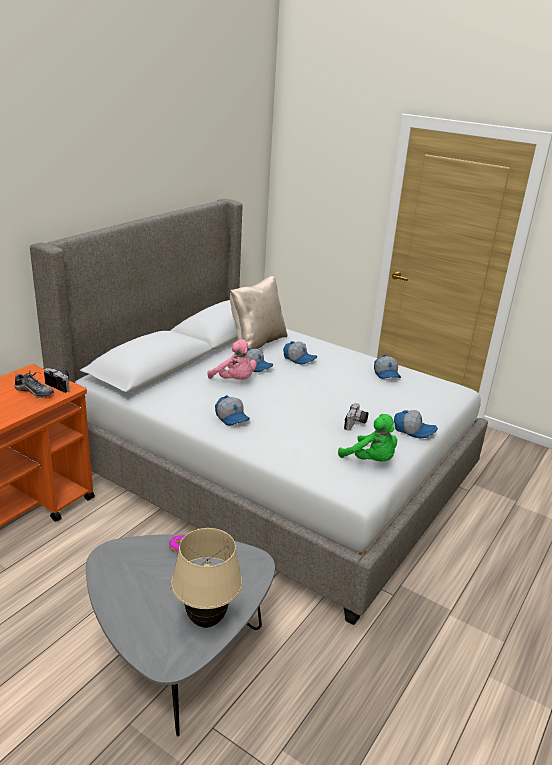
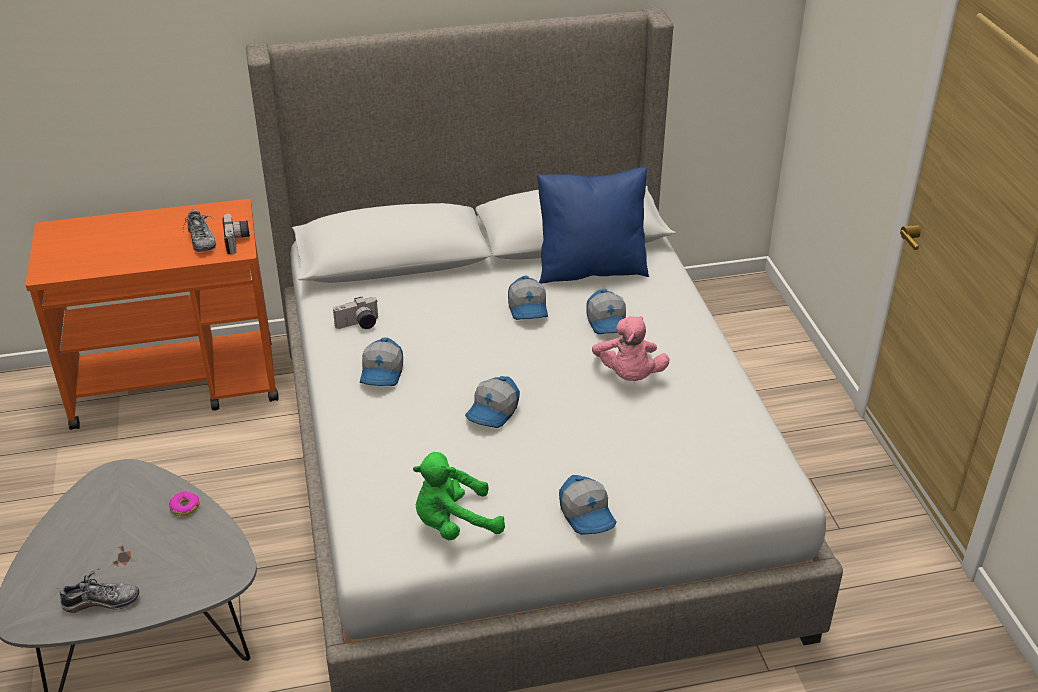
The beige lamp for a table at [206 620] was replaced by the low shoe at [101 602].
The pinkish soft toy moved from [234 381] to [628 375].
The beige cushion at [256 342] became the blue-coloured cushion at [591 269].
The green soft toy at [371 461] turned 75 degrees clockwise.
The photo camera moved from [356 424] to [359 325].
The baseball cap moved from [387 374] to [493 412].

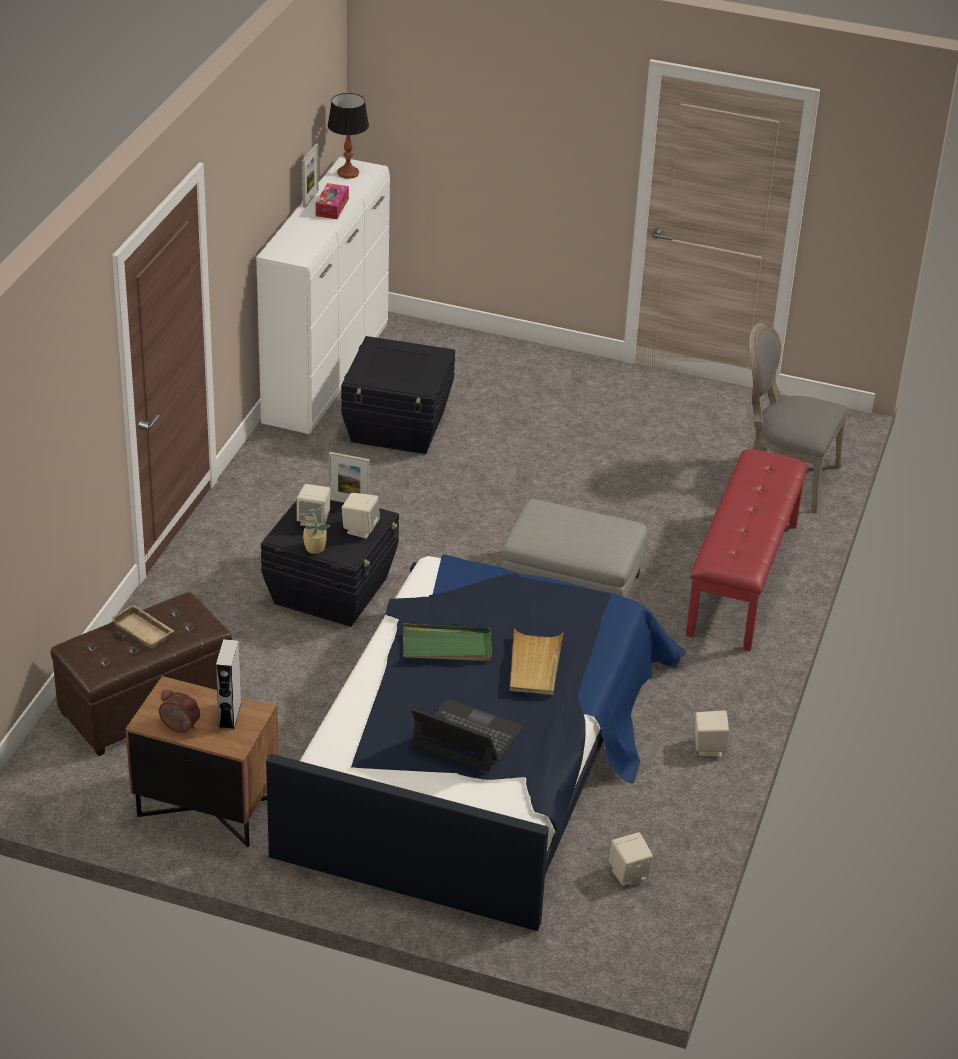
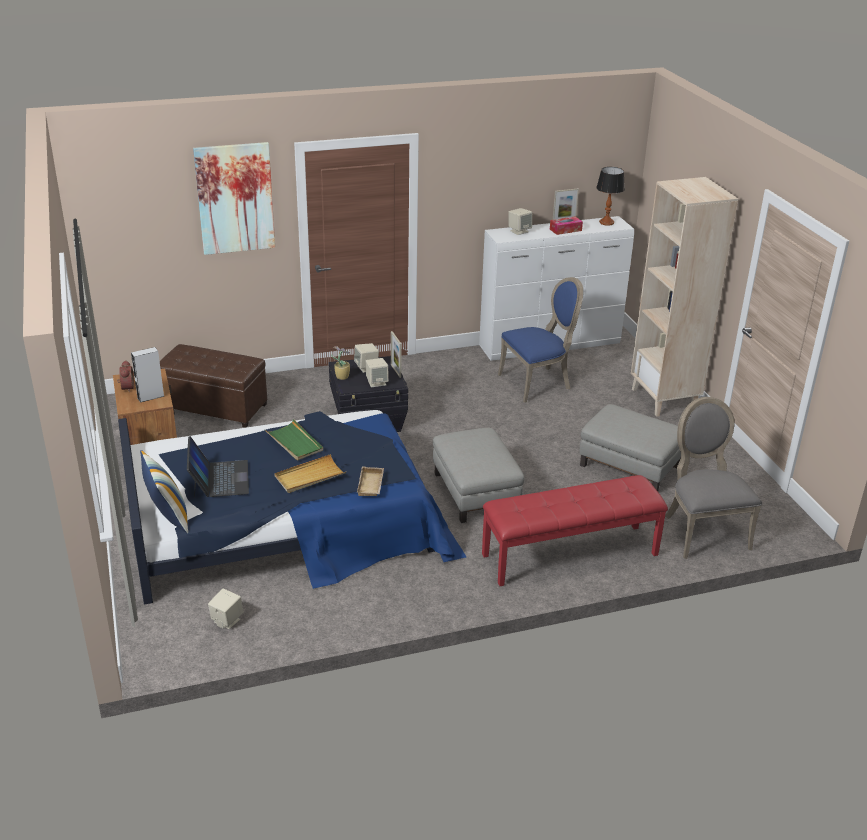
The beige carrying tray moved from [144 630] to [371 485].
The black-coloured storage container at [398 427] was replaced by the blue-coloured upright chair at [538 382].
The beige speaker moved from [709 747] to [519 231].
The cushion at [168 517] appeared.
The wall picture at [235 198] appeared.
The gray footrest at [629 466] appeared.
The beige bookshelf at [664 399] appeared.

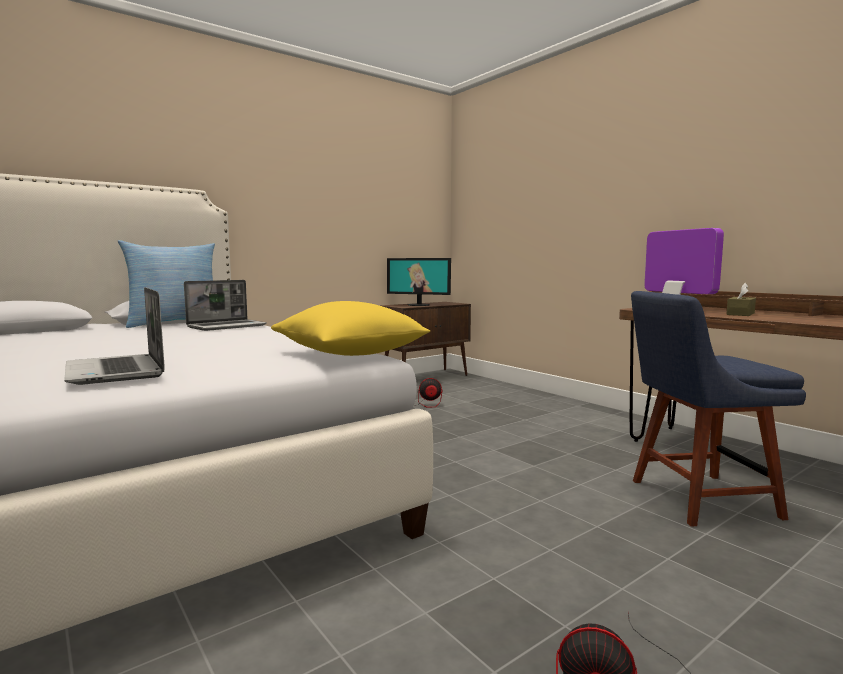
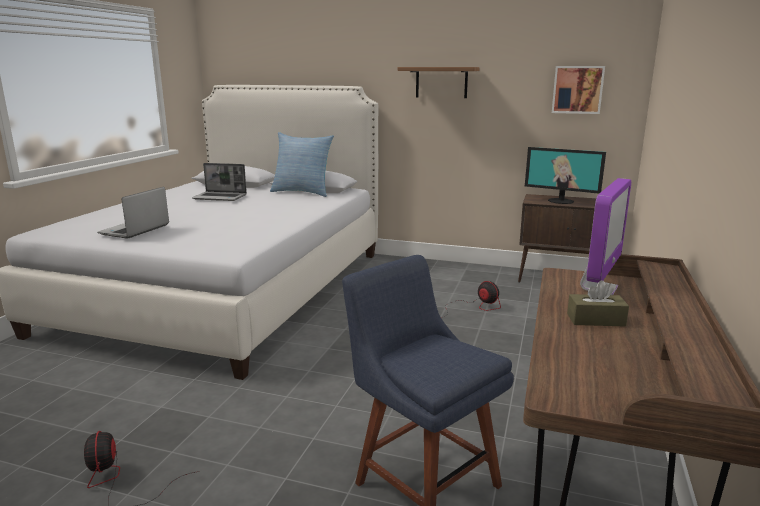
The notebook computer moved from [227 326] to [220 197].
The yellow-coloured cushion at [350 354] disappeared.
The monitor at [419 305] turned 45 degrees counterclockwise.
The bracket shelf at [441 82] appeared.
The wall picture at [577 89] appeared.

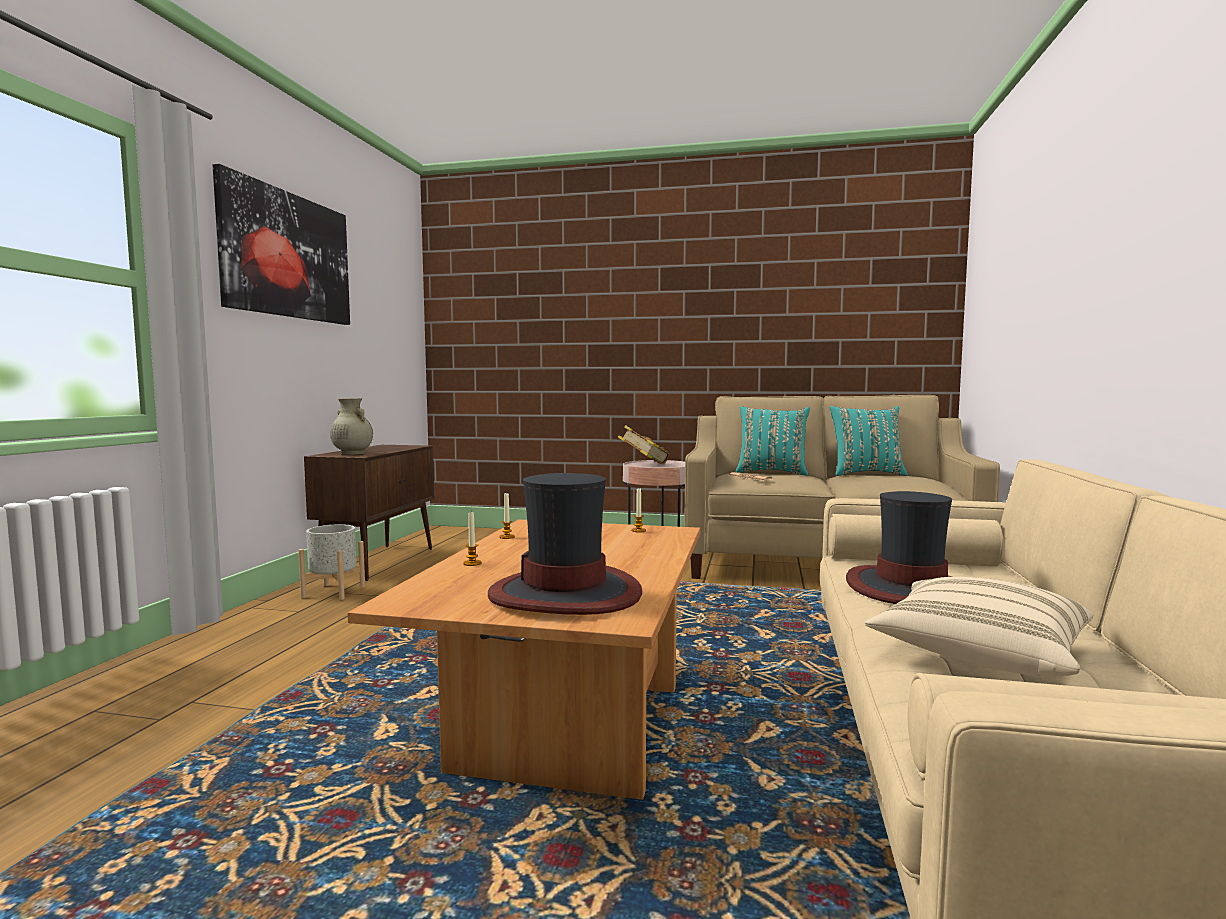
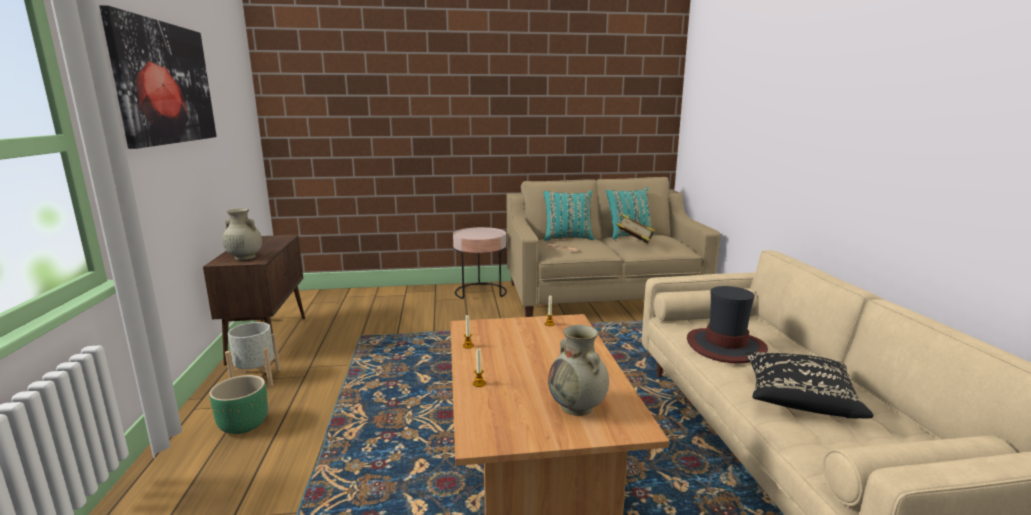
The wearable hat at [566 593] was replaced by the beige flower vase at [578 407].
The book moved from [643 464] to [634 244].
The beige cushion at [979 655] became the black-coloured cushion at [798 399].
The green planter at [243 425] appeared.

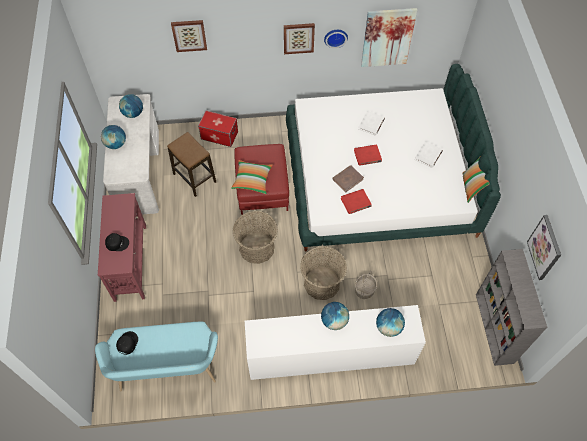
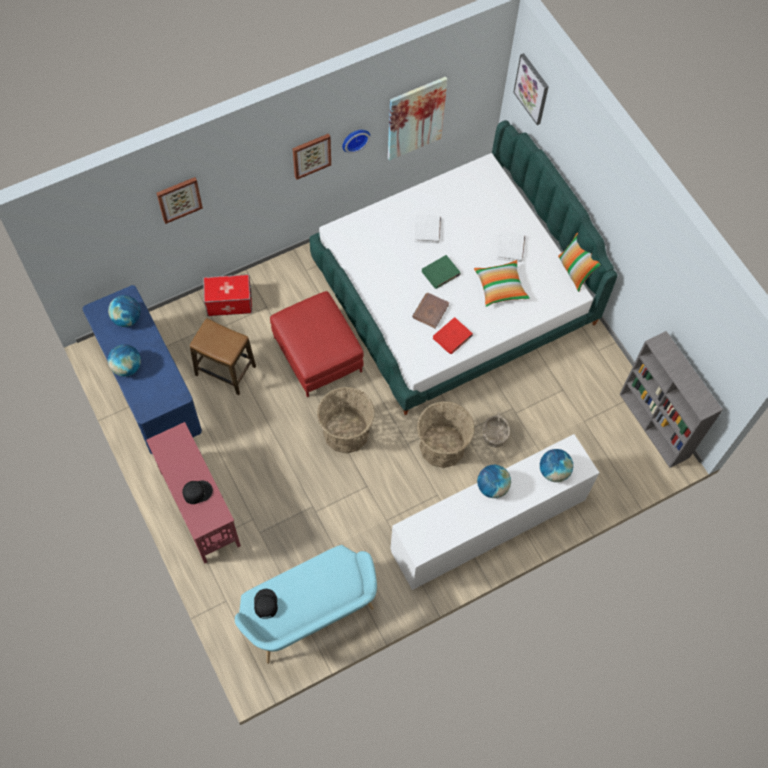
The whitish desk at [139 171] became the blue-coloured desk at [148 387].
The cushion moved from [252 180] to [500 287].
The red book at [367 156] became the green book at [441 273].
The wall picture moved from [544 247] to [532 88].

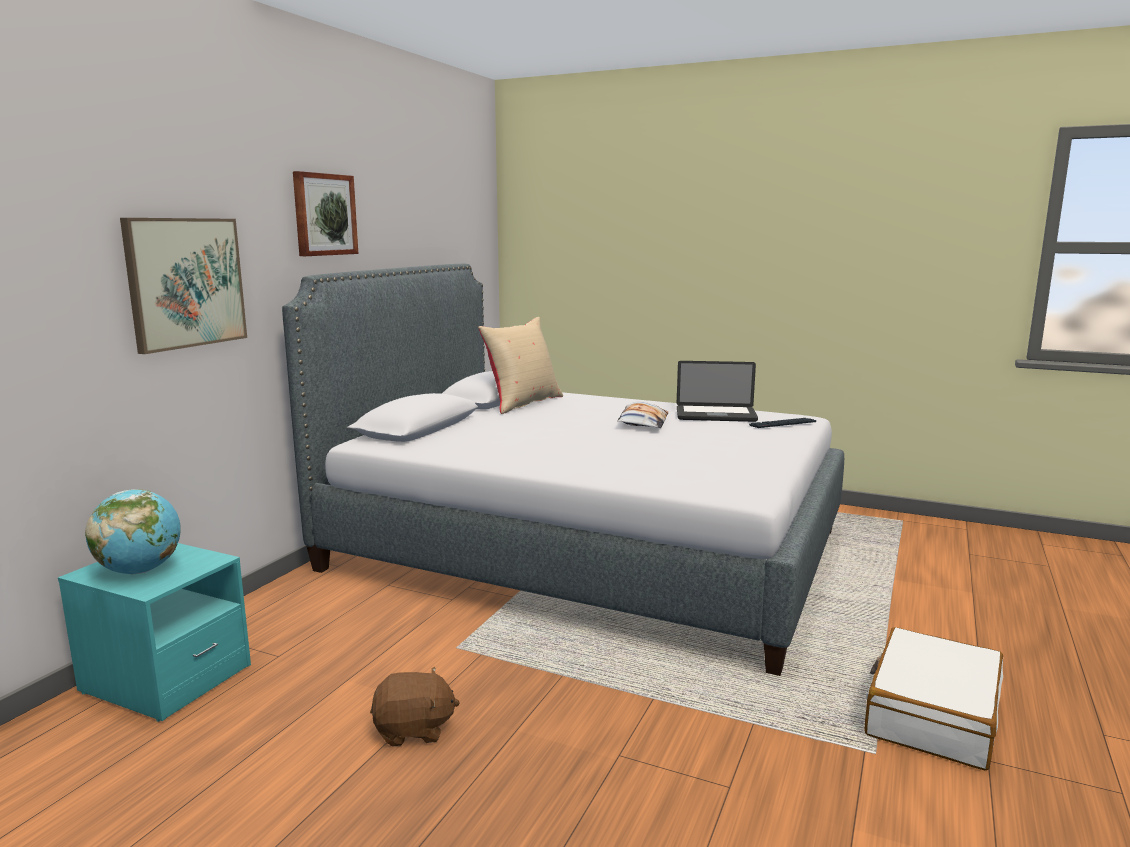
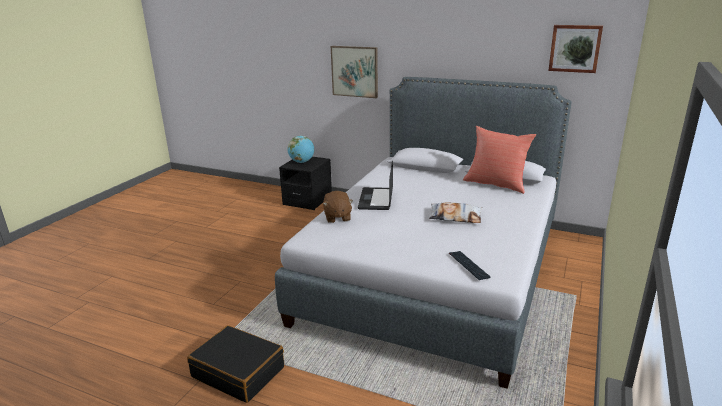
The turquoise bedside table at [166 679] became the black-coloured bedside table at [307 200].
The wall picture moved from [324 214] to [575 48].
The brownish soft toy moved from [414 730] to [337 217].
The beige cushion at [523 403] became the red cushion at [496 184].
The notebook computer moved from [715 415] to [376 199].
The whitish travel case at [931 714] became the black-coloured travel case at [239 372].

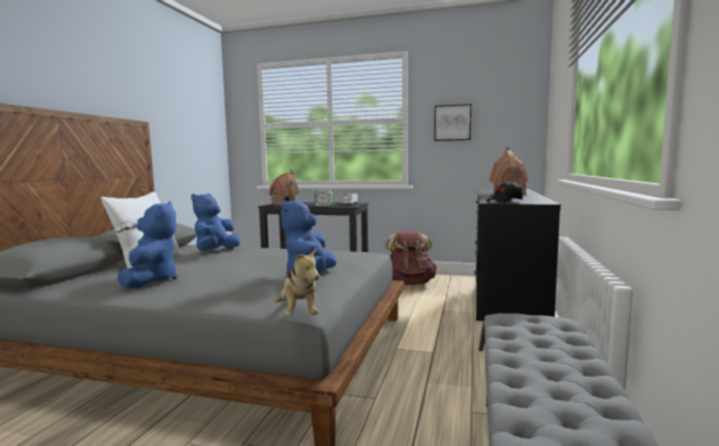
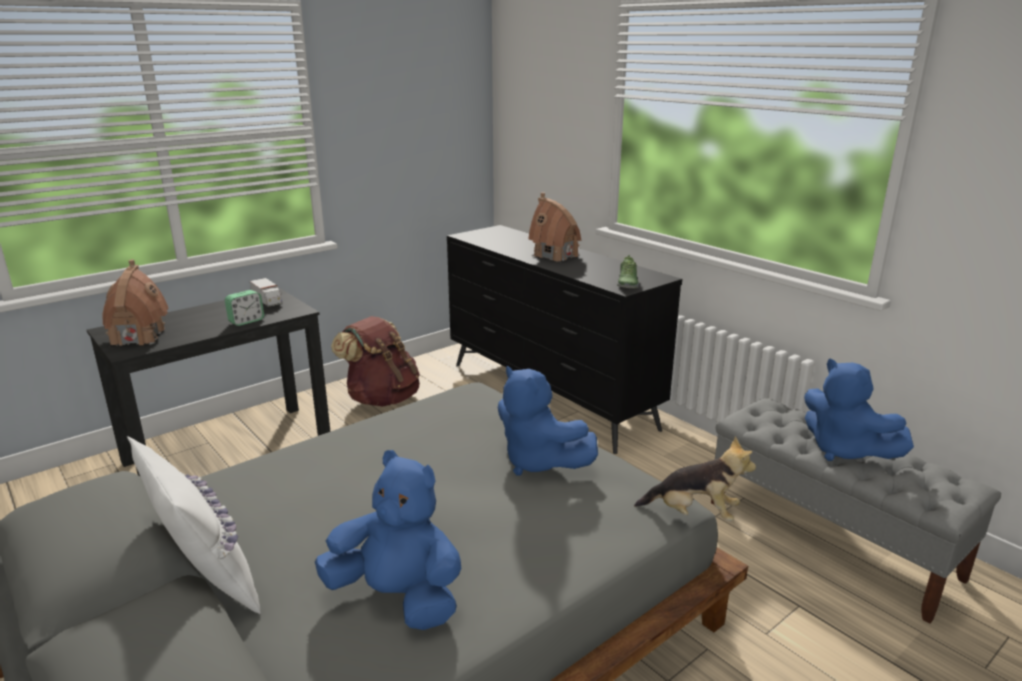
The blue-coloured soft toy moved from [215 251] to [843 450].
The wall picture at [452 123] disappeared.
The black-coloured baseball cap at [505 201] was replaced by the low shoe at [627 283].

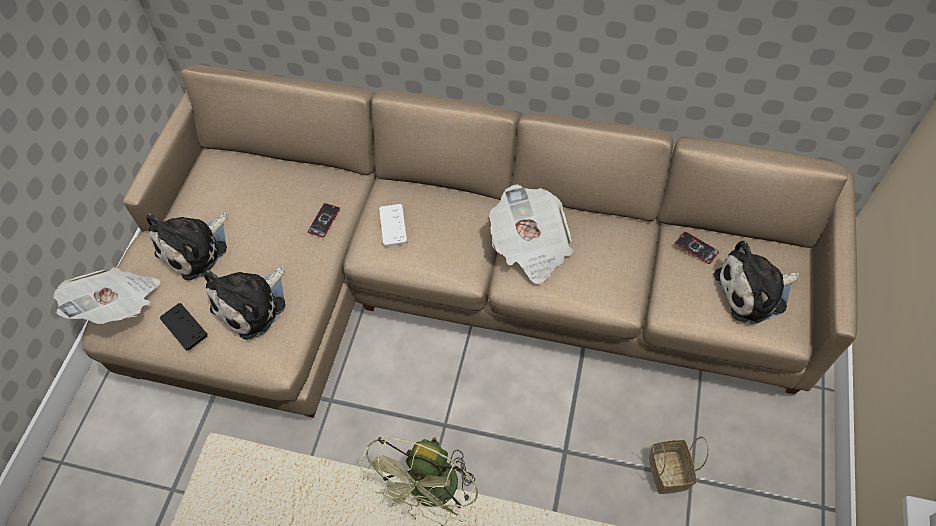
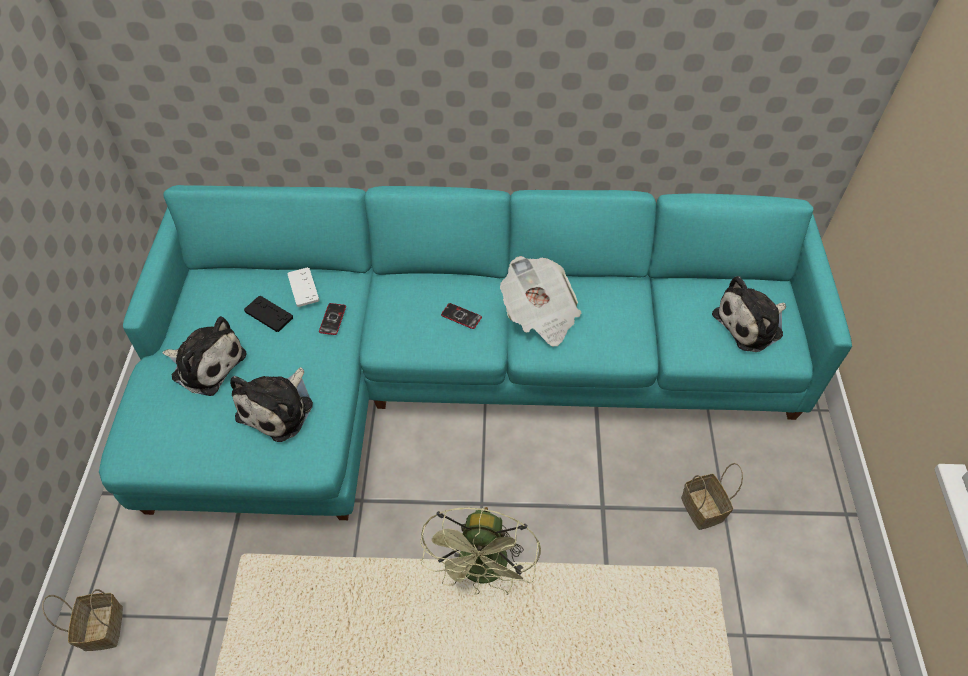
The printed paper at [119 305] disappeared.
The beige couch at [443 282] became the turquoise couch at [448 371].
The soft toy at [196 248] turned 90 degrees counterclockwise.
The black-coloured game controller moved from [184 327] to [269 314].
The whitish game controller moved from [393 225] to [303 287].
The phone moved from [696 248] to [461 316].
The basket at [102 626] appeared.

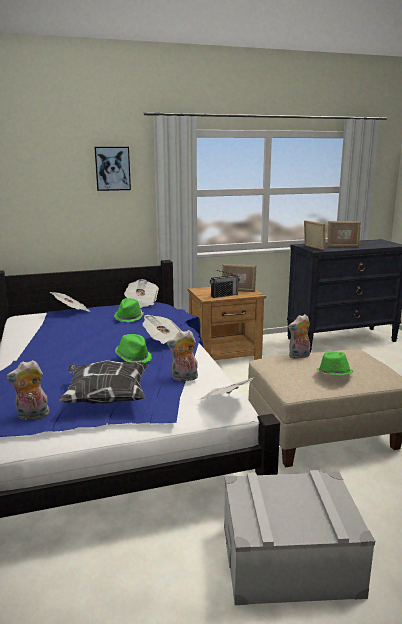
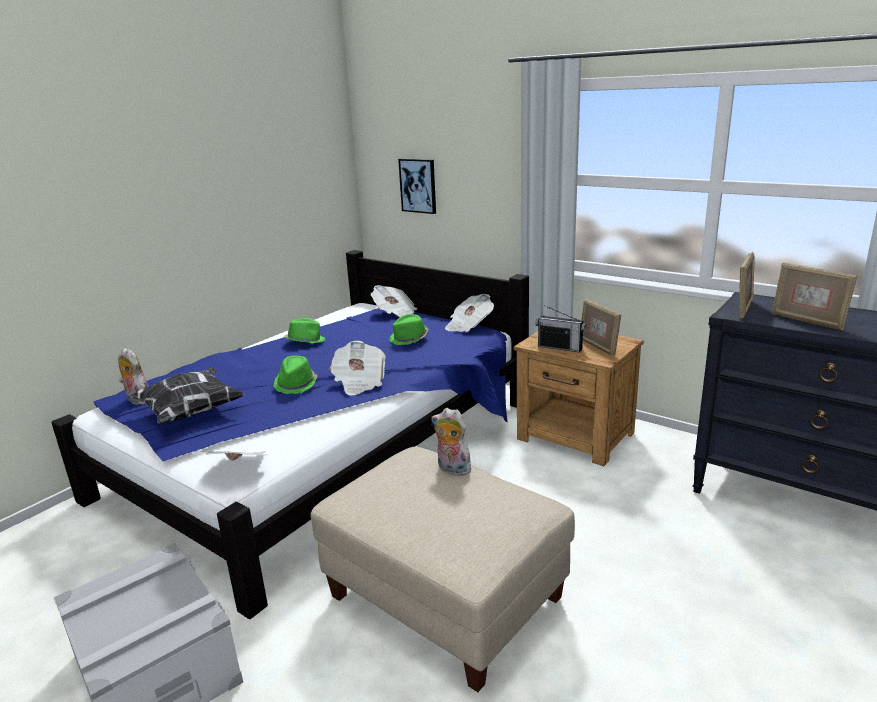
The wall picture moved from [112 168] to [418 185].
The soft toy at [184 378] disappeared.
The green wearable hat moved from [334 374] to [305 341].

